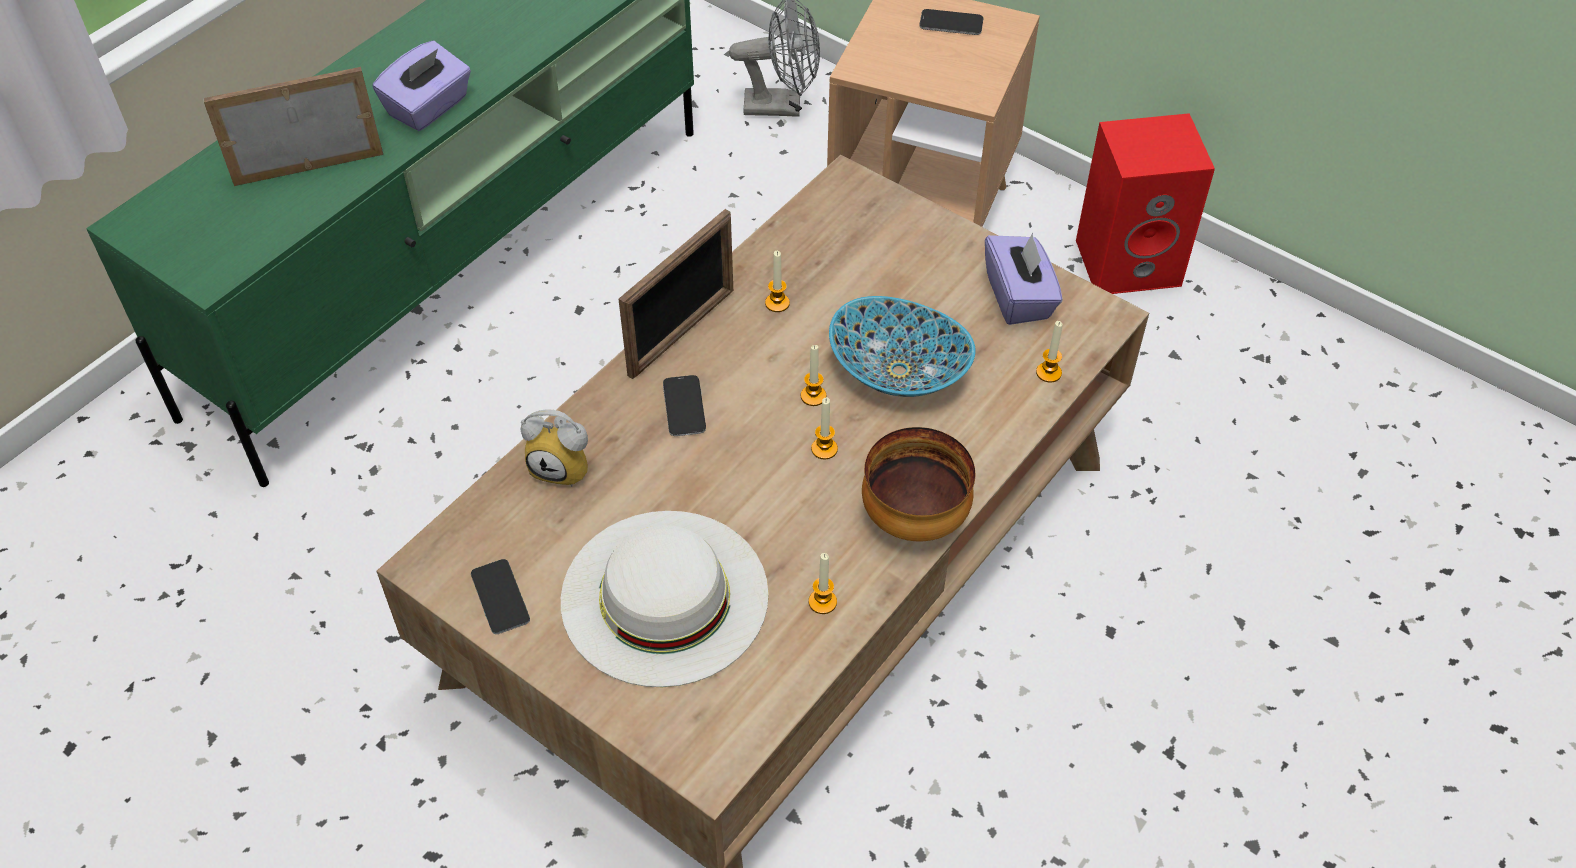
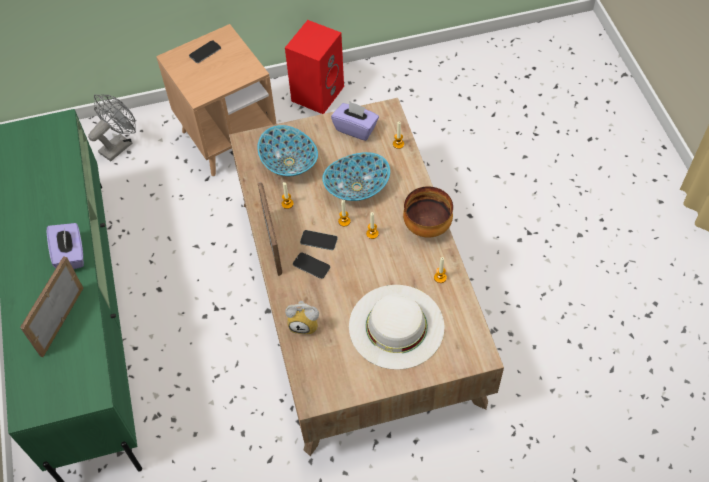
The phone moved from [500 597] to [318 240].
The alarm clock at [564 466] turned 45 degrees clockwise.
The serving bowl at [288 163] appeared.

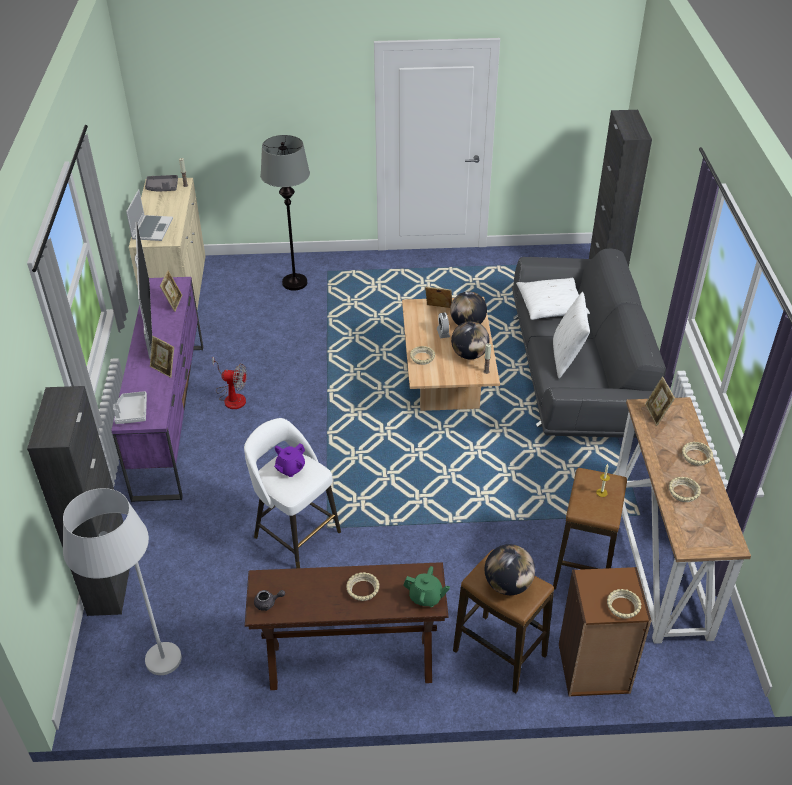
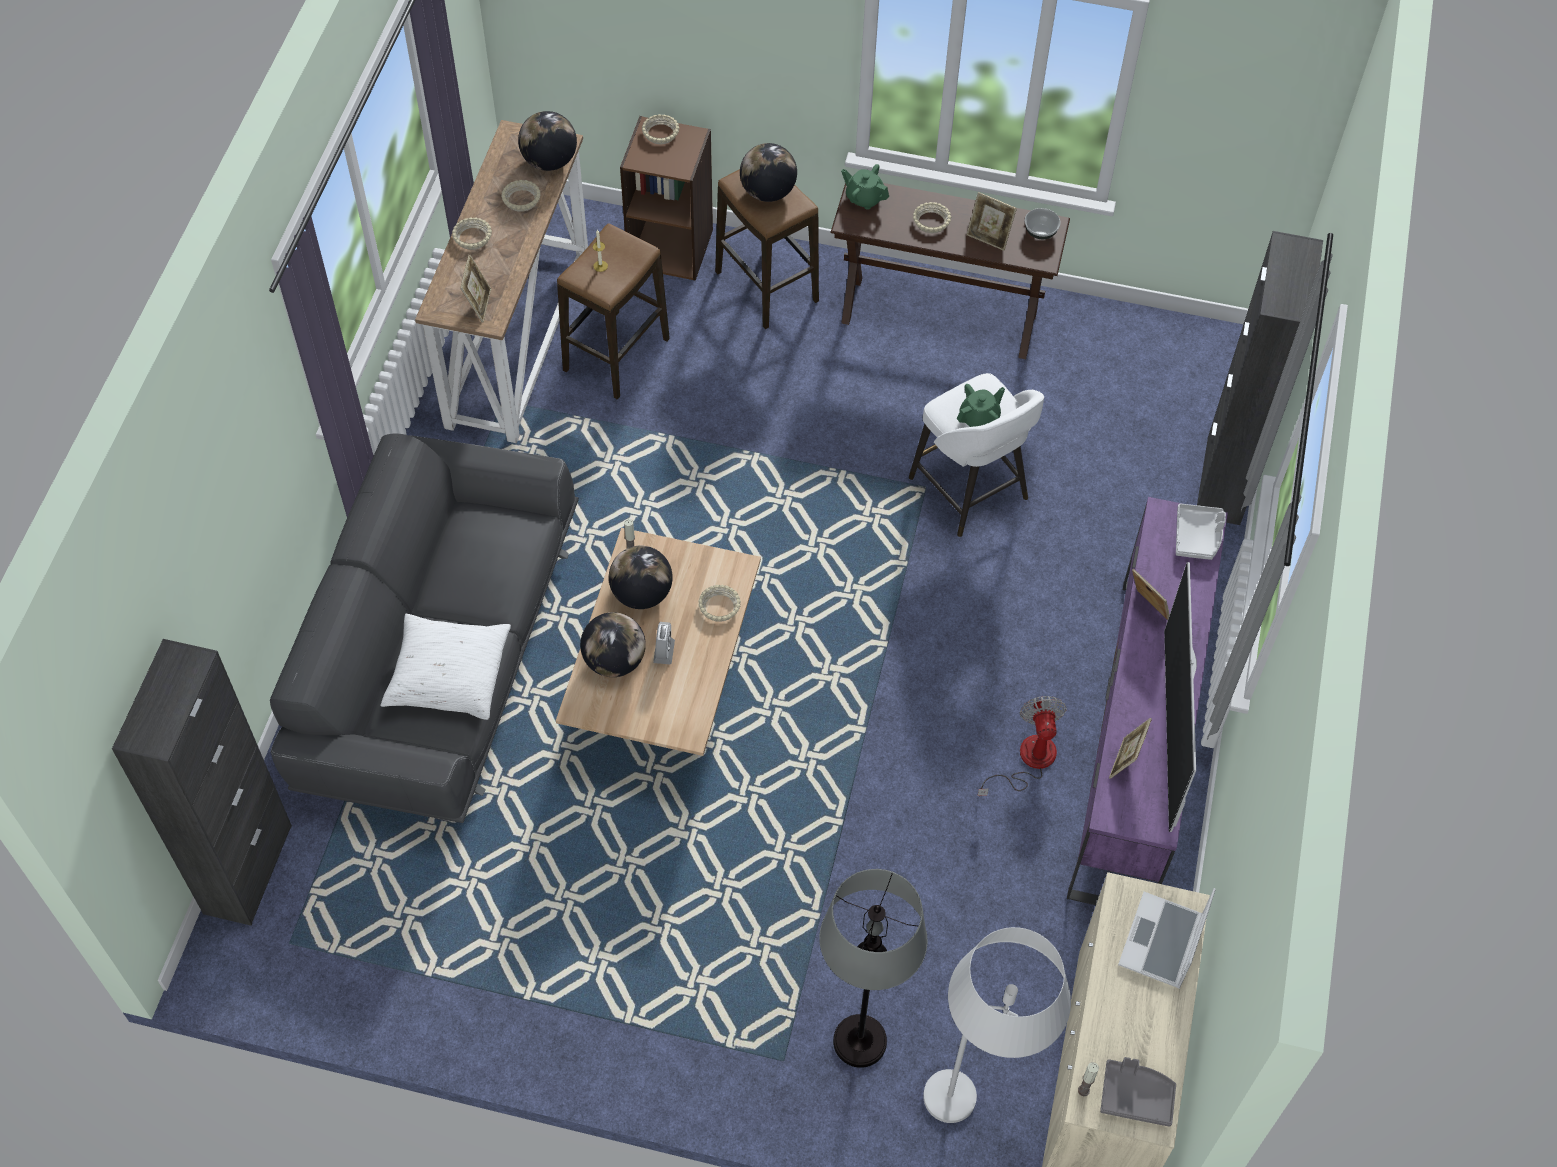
The whitish standard lamp moved from [143 663] to [979 1099].
The electric fan at [232 396] turned 60 degrees clockwise.
The gray teapot at [268 603] was replaced by the serving bowl at [1040 232].
The purplish teapot at [290 468] became the green teapot at [979 418].
The standing frame moved from [438 309] to [989 237].
The whitish cushion at [567 357] disappeared.
The world globe at [549 161] appeared.

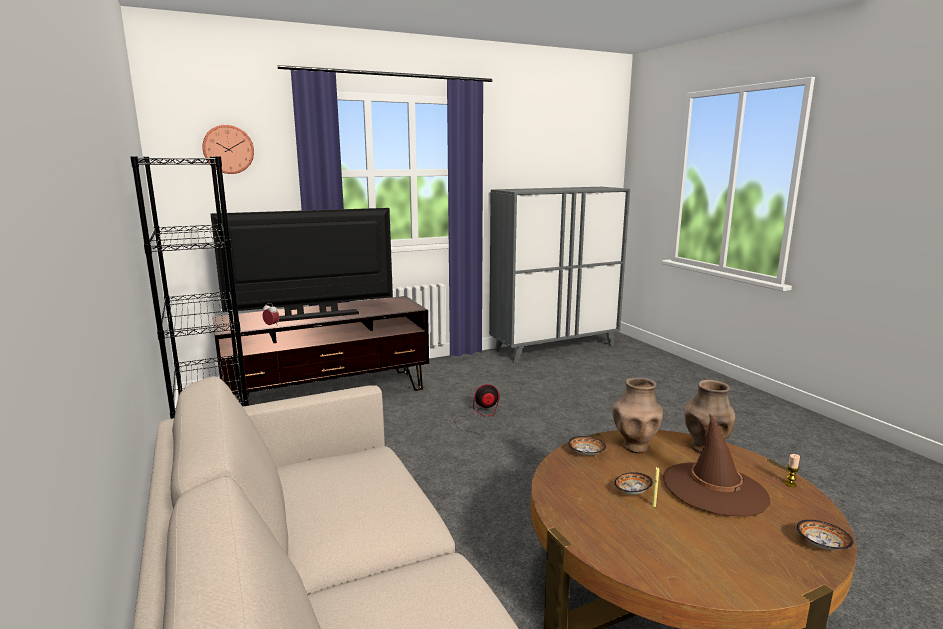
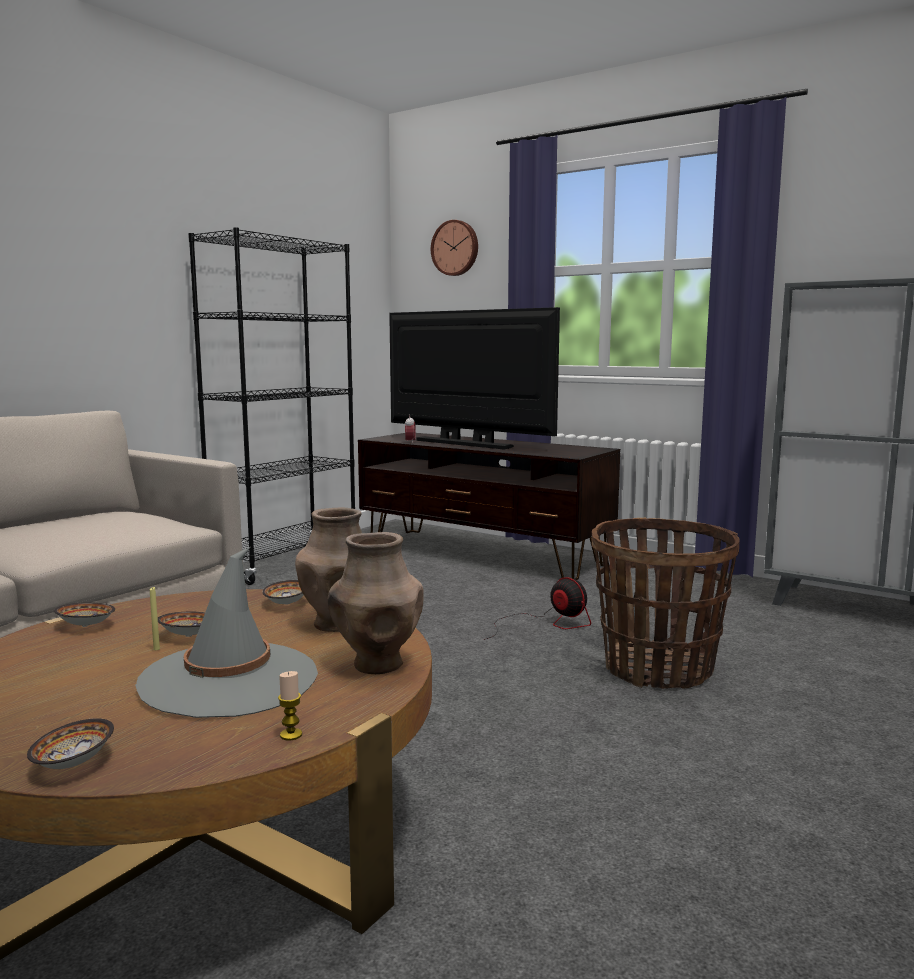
The brownish wearable hat at [714 489] became the gray wearable hat at [229 679].
The serving bowl at [86 625] appeared.
The basket at [658 669] appeared.

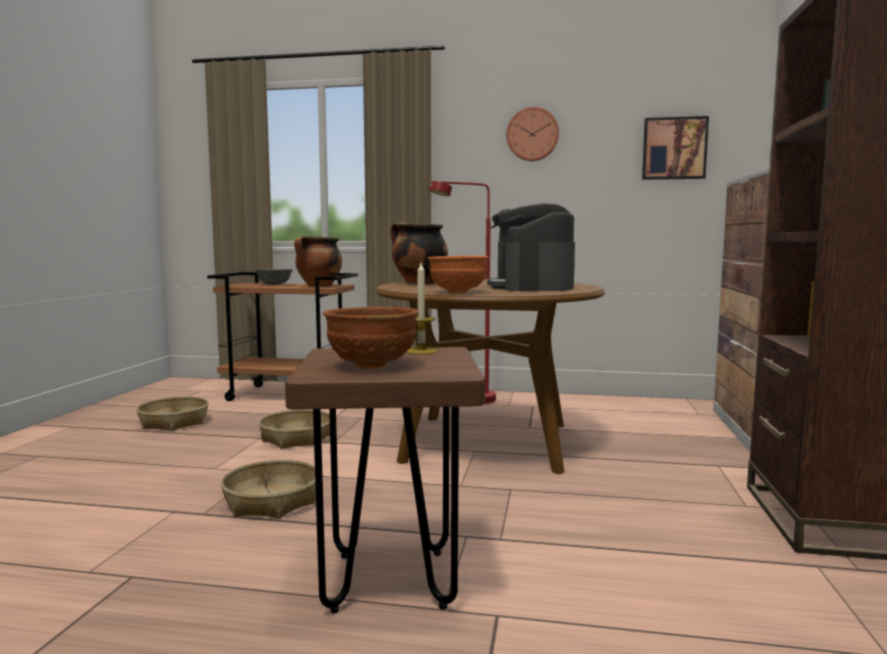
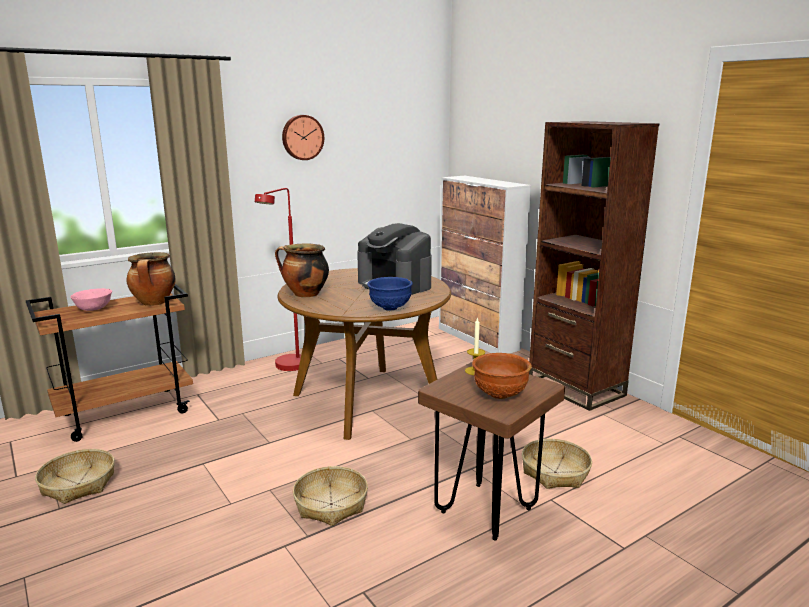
The gray serving bowl at [274 284] became the pinkish serving bowl at [93 309].
The basket moved from [296 438] to [555 472].
The orangey serving bowl at [457 292] became the blue-coloured serving bowl at [389 308].
The wall picture at [674 149] disappeared.

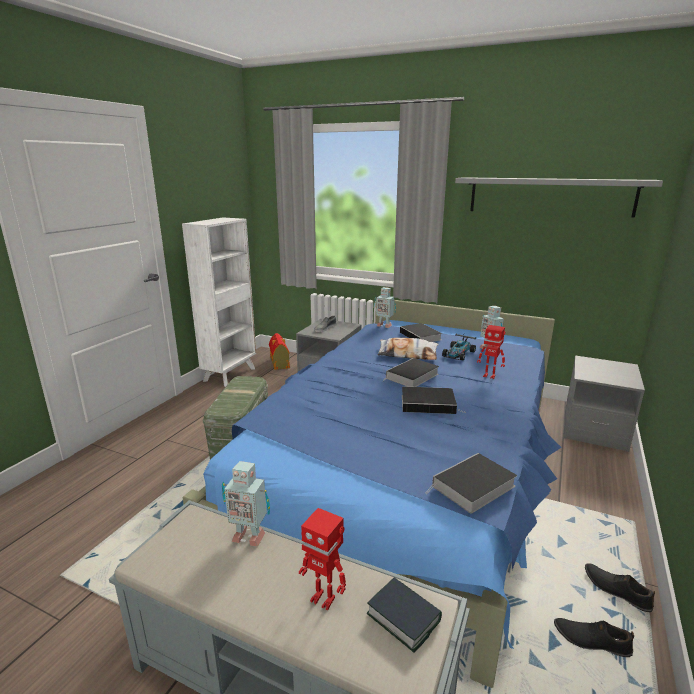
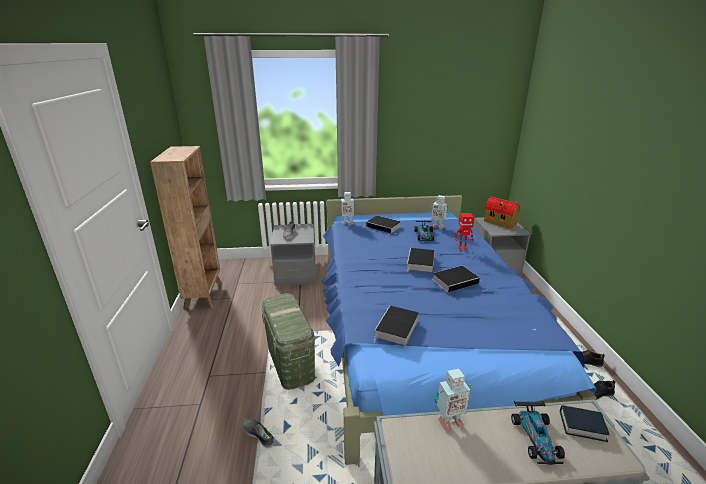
The whitish bookshelf at [230 374] became the brownish bookshelf at [204 295].
The miniature house moved from [279 363] to [500 223].
The toy robot at [323 598] was replaced by the model car at [536 437].
The cushion at [407 354] disappeared.
The book moved from [472 487] to [396 328].
The gray bracket shelf at [550 196] disappeared.
The gray low shoe at [258 434] appeared.

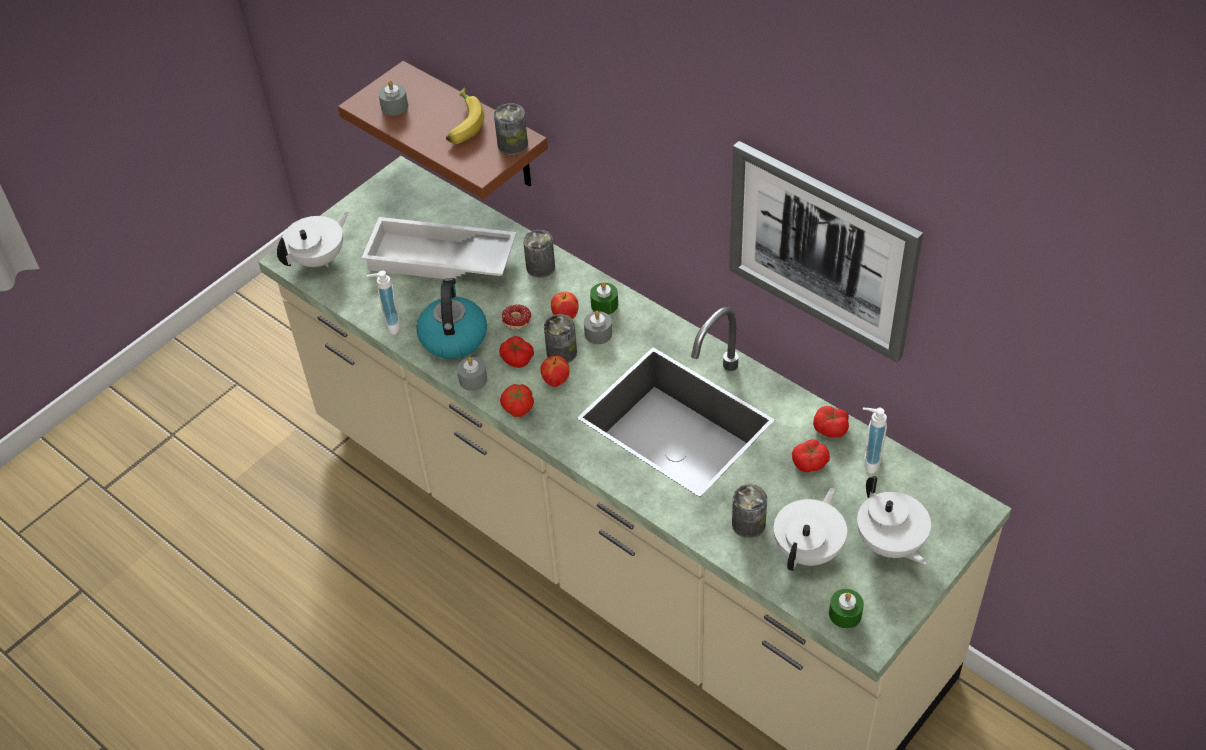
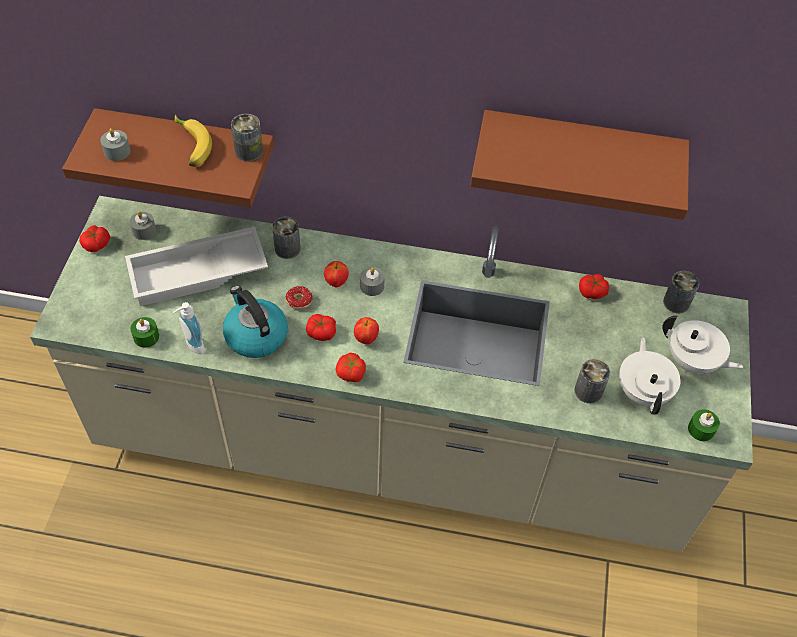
The whitish teapot at [319 259] disappeared.
The gray candle moved from [473 379] to [144 230].
The metal can moved from [561 352] to [676 302].
The green candle moved from [604 305] to [146 337].
The wall picture at [821 250] was replaced by the brownish bracket shelf at [579 153].
The fresh tomato moved from [810 462] to [96 244].
The liquid soap bottle at [868 460] disappeared.

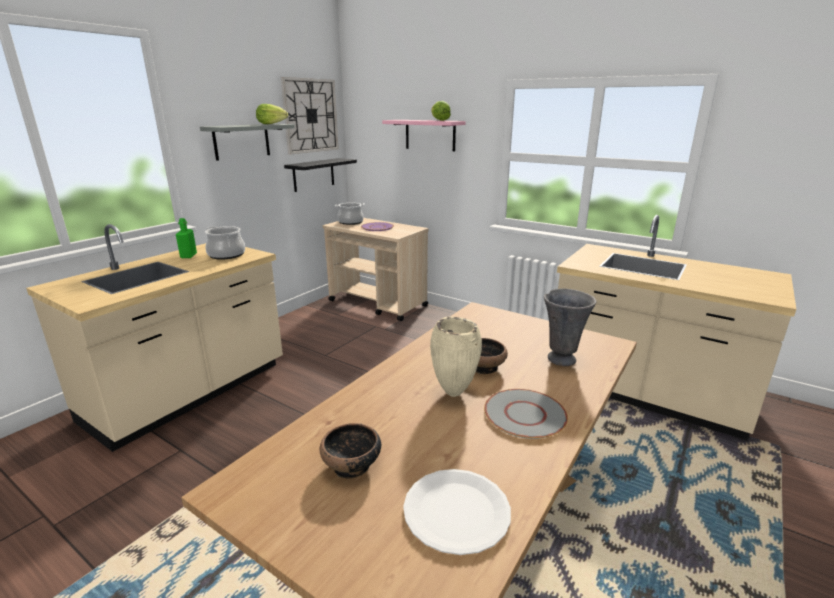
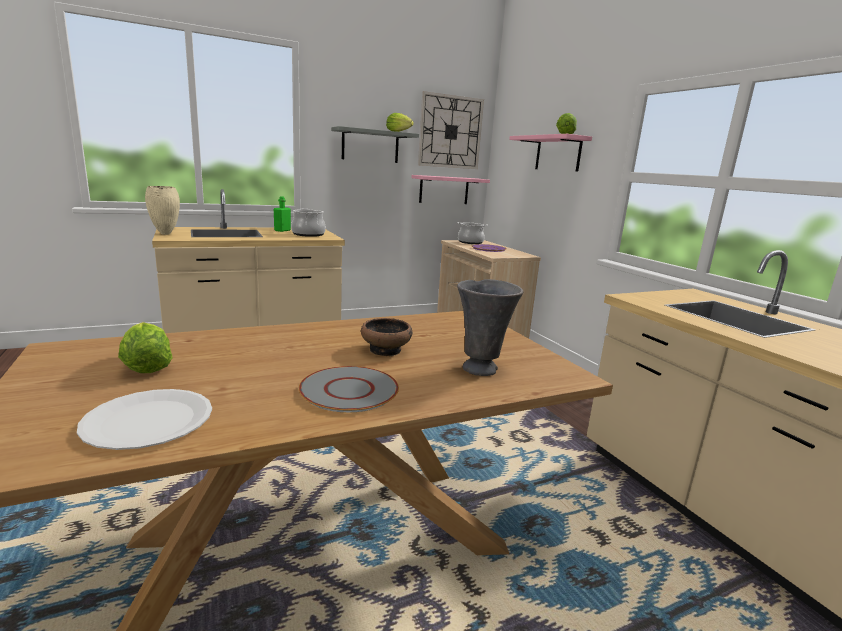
The black-coloured bracket shelf at [313 174] became the pinkish bracket shelf at [444 190].
The serving bowl at [352 465] was replaced by the head of lettuce at [147 367].
The beige flower vase moved from [455 393] to [166 234].

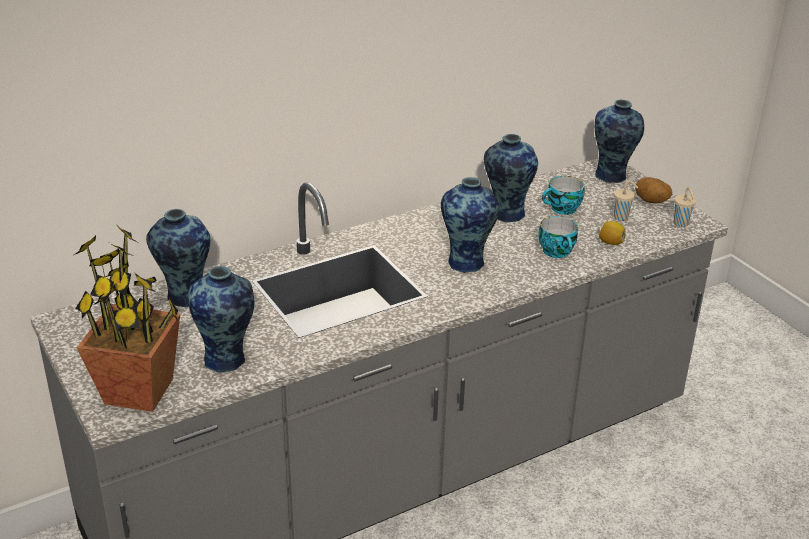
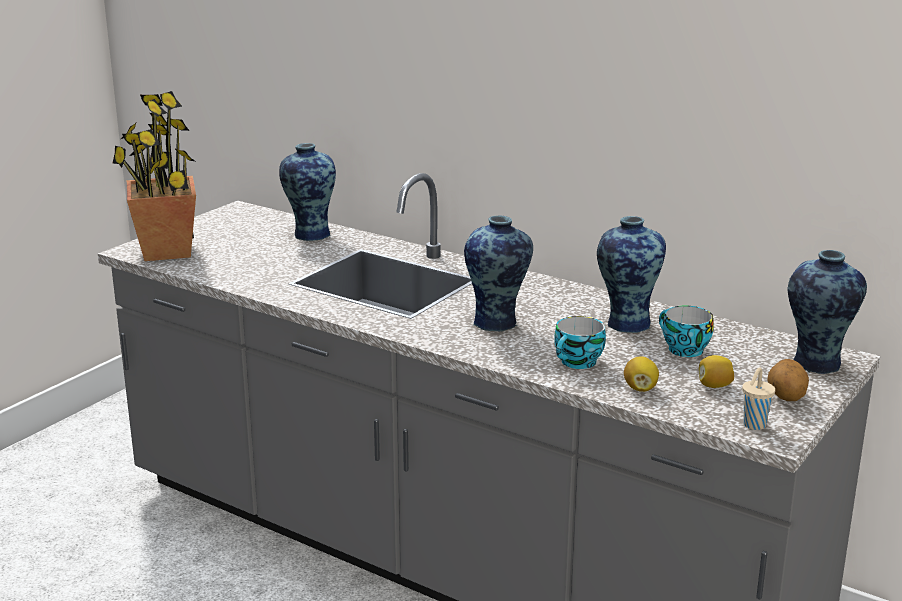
The flower vase at [227 359] disappeared.
The beige cup at [622 217] was replaced by the citrus fruit at [714 386].

